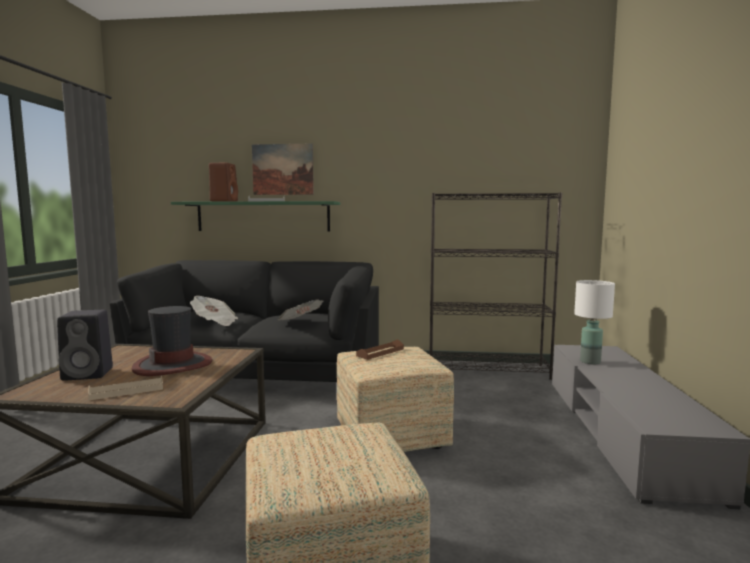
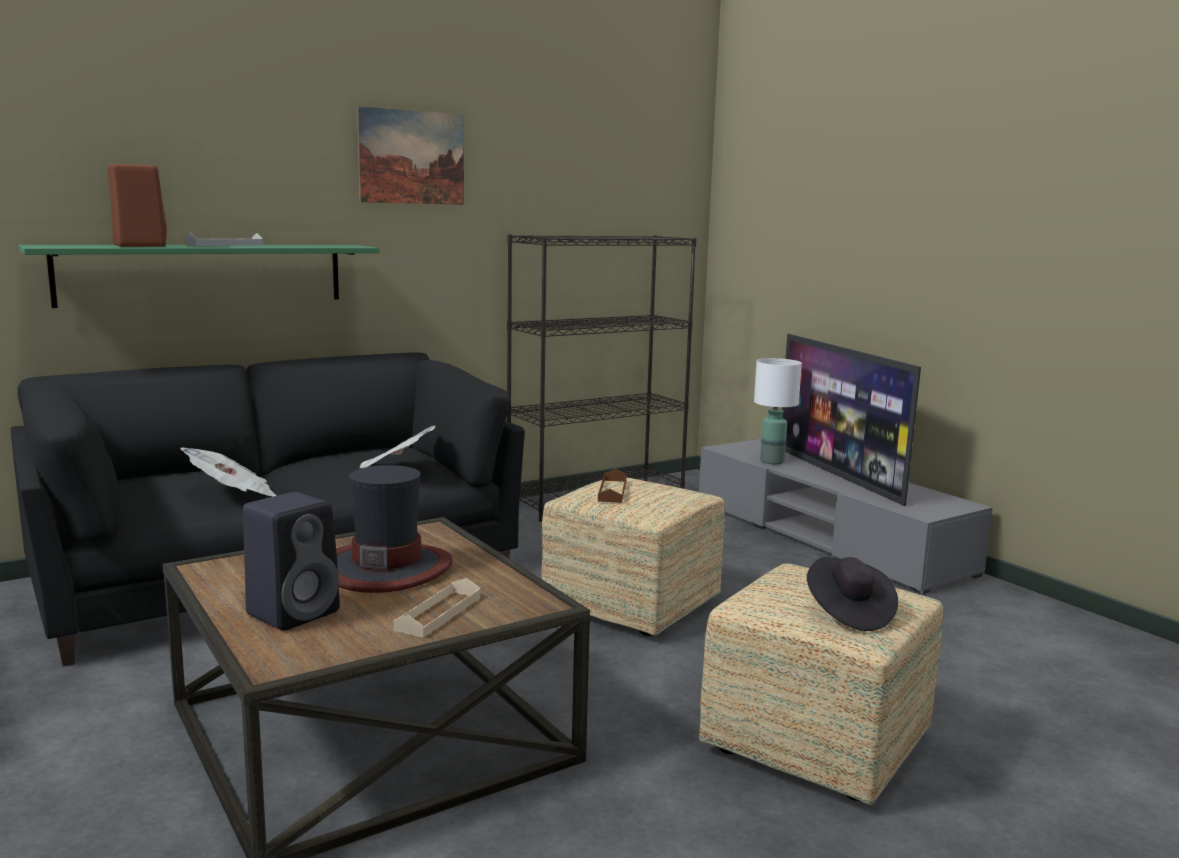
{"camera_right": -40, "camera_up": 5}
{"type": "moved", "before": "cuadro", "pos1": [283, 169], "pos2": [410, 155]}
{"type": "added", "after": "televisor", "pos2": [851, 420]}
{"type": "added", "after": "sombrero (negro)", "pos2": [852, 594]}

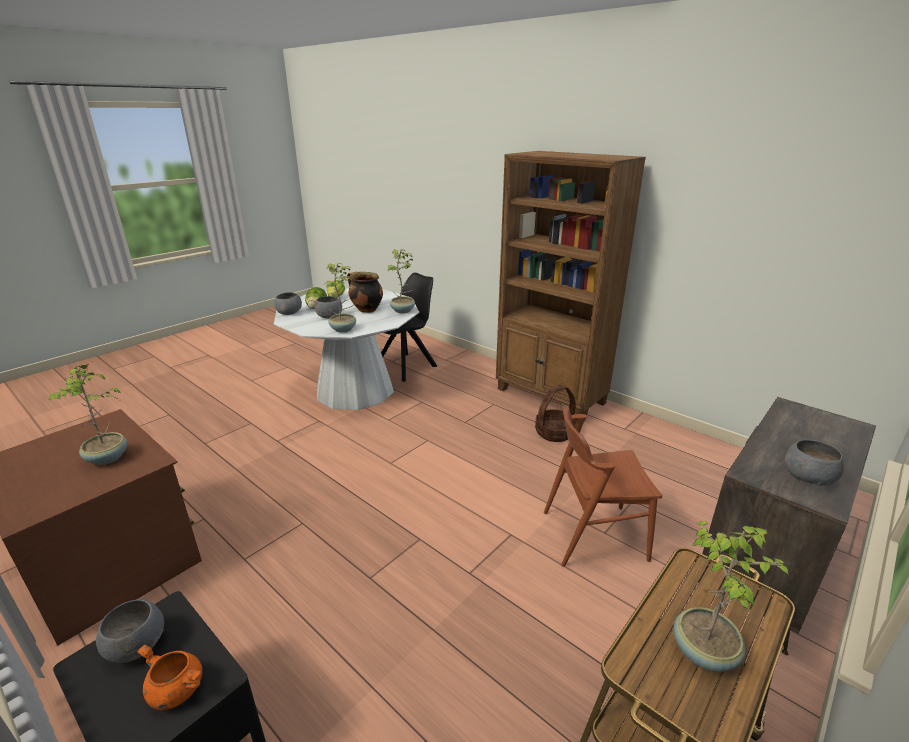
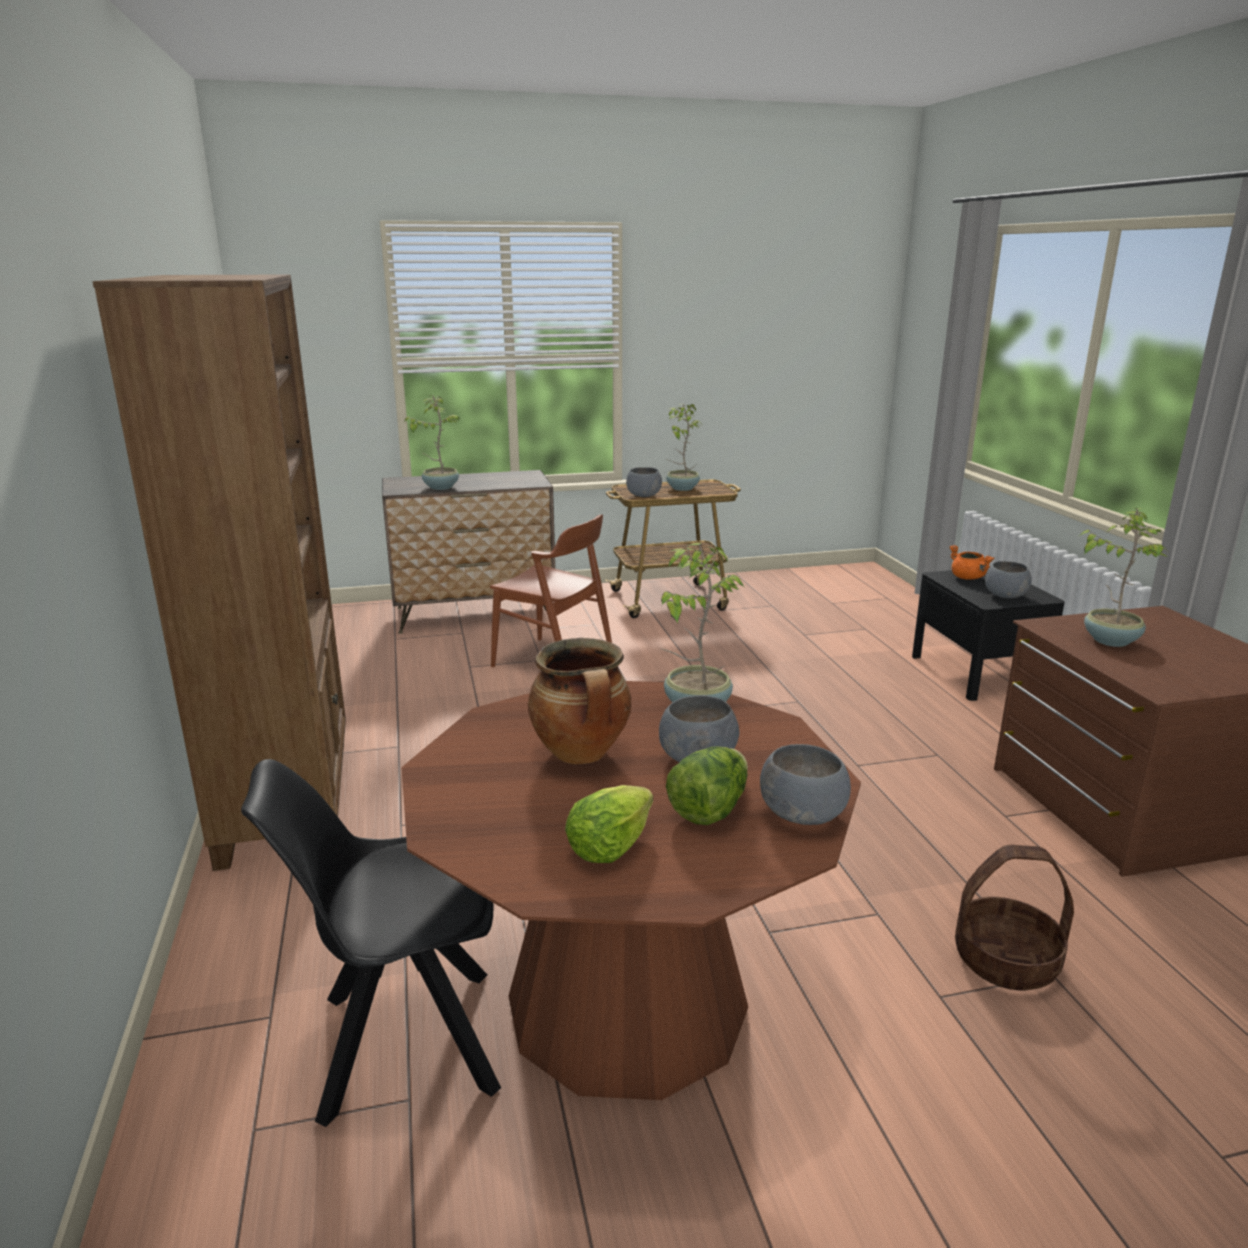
{"camera_right": -145, "camera_up": -5}
{"type": "recoloured", "before": "mesa de comedor (blanco)", "after": "mesa de comedor (marrón)", "pos1": [346, 349], "pos2": [631, 890]}
{"type": "moved", "before": "planta en maceta", "pos1": [401, 281], "pos2": [432, 442]}
{"type": "moved", "before": "cesta", "pos1": [556, 413], "pos2": [1014, 917]}
{"type": "moved", "before": "cuenco (gris)", "pos1": [814, 463], "pos2": [644, 482]}

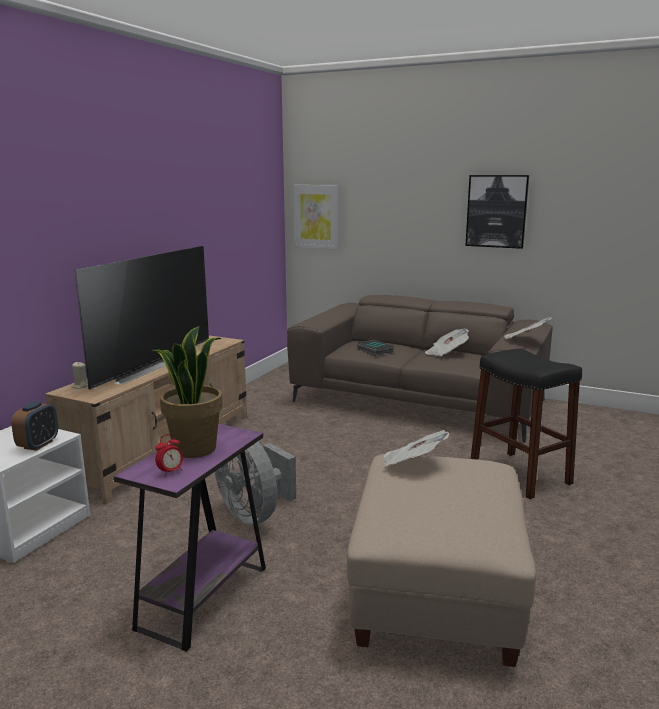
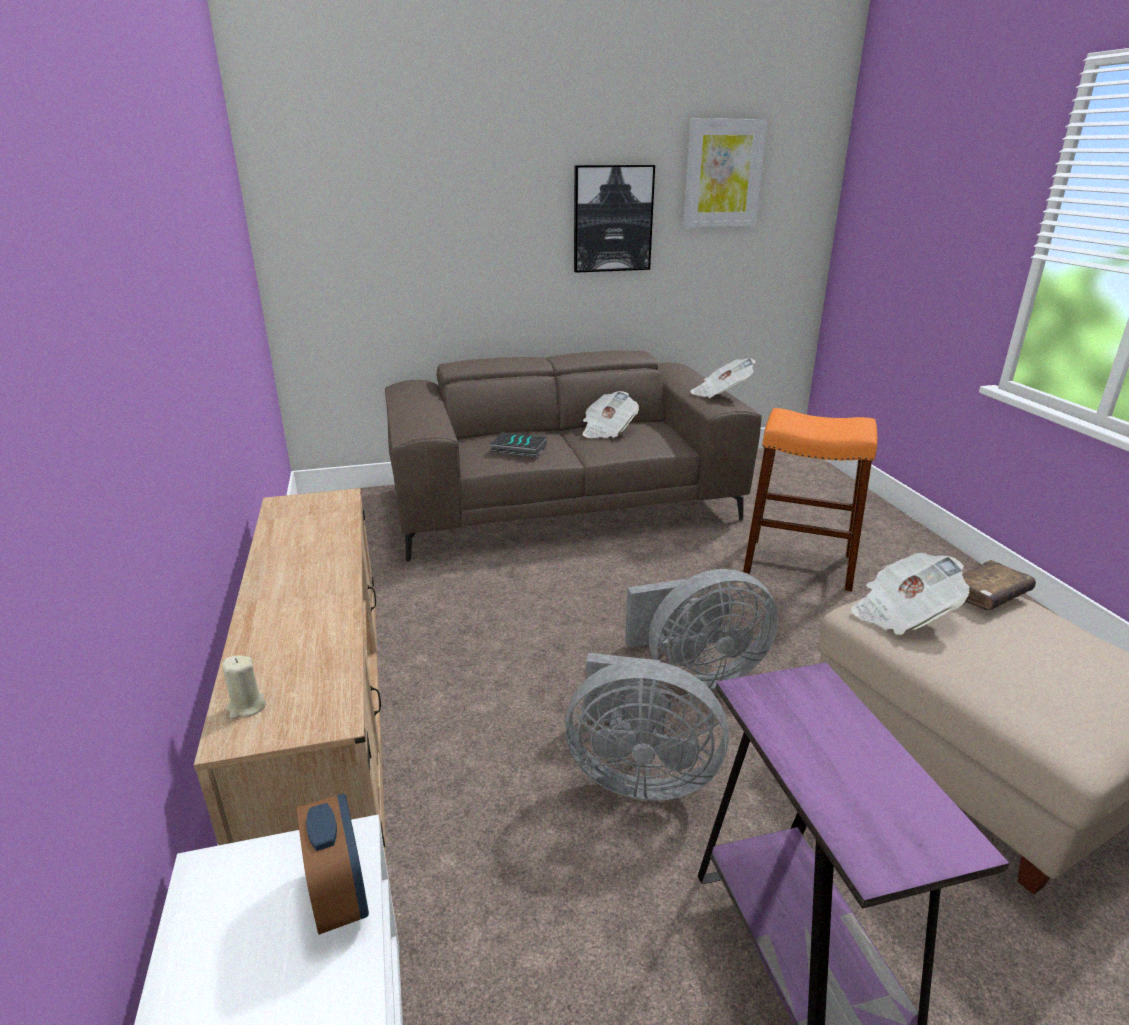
{"camera_right": -40, "camera_up": 10}
{"type": "removed", "before": "televisor", "pos1": [142, 318]}
{"type": "removed", "before": "planta en maceta", "pos1": [188, 392]}
{"type": "removed", "before": "despertador", "pos1": [169, 455]}
{"type": "moved", "before": "cuadro", "pos1": [316, 217], "pos2": [725, 173]}
{"type": "recoloured", "before": "taburete (negro)", "after": "taburete (naranja)", "pos1": [526, 423], "pos2": [810, 500]}
{"type": "added", "after": "ventilador (gris)", "pos2": [701, 629]}
{"type": "added", "after": "libro (marrón)", "pos2": [999, 585]}

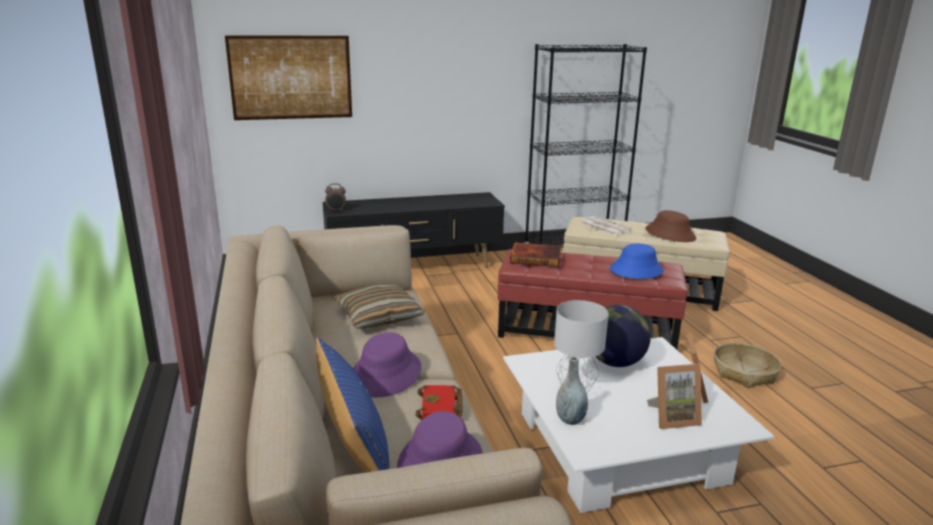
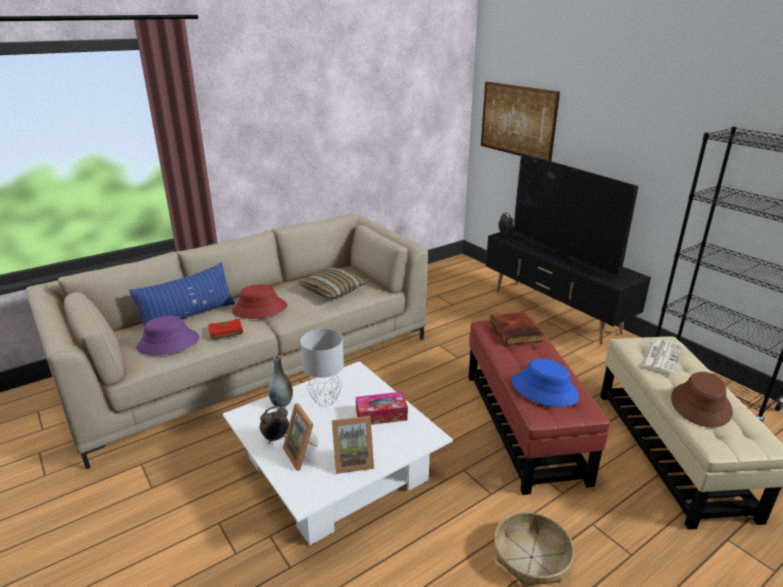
{"camera_right": 70, "camera_up": 5}
{"type": "recoloured", "before": "sombrero (morado)", "after": "sombrero (rojo)", "pos1": [387, 364], "pos2": [259, 301]}
{"type": "replaced", "before": "globo terráqueo", "after": "caja de pañuelos", "pos1": [623, 336], "pos2": [382, 408]}
{"type": "added", "after": "despertador", "pos2": [274, 424]}
{"type": "added", "after": "televisor", "pos2": [575, 215]}

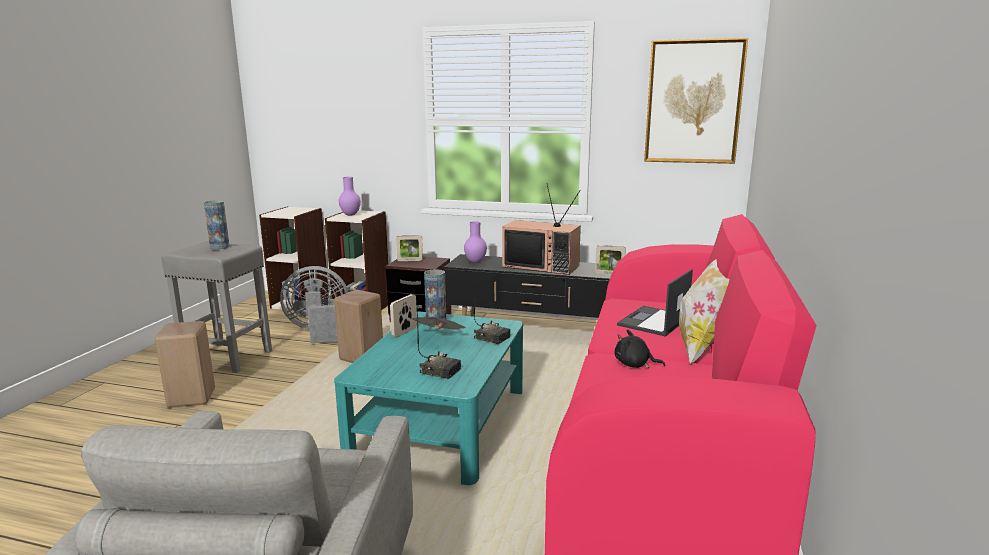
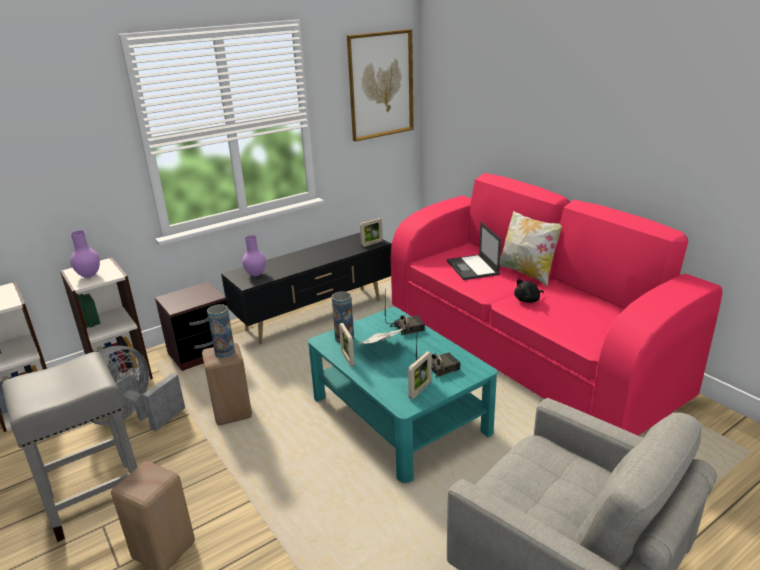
{"camera_right": -50, "camera_up": 10}
{"type": "moved", "before": "florero", "pos1": [217, 224], "pos2": [221, 331]}
{"type": "moved", "before": "portarretratos", "pos1": [409, 248], "pos2": [420, 375]}
{"type": "removed", "before": "televisor", "pos1": [541, 229]}

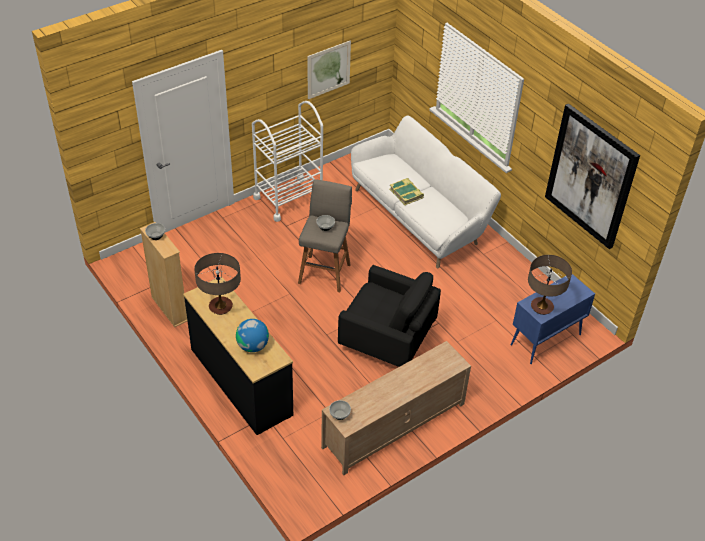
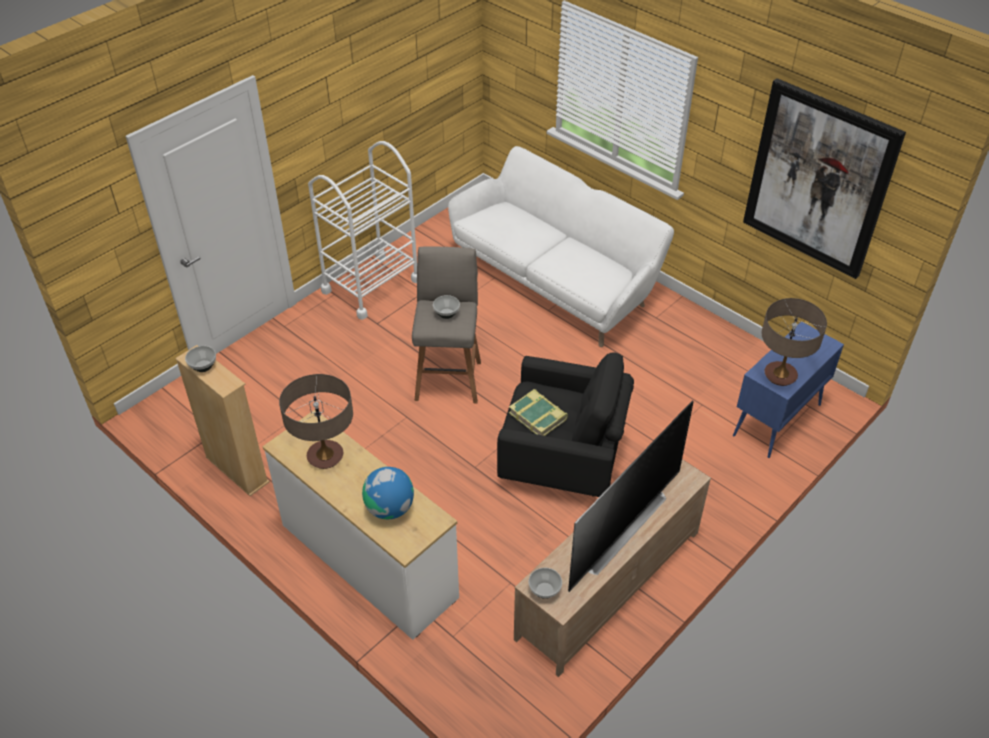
{"camera_right": -10, "camera_up": 0}
{"type": "recoloured", "before": "cómoda (negro)", "after": "cómoda (blanco)", "pos1": [238, 356], "pos2": [360, 525]}
{"type": "removed", "before": "cuadro", "pos1": [329, 70]}
{"type": "moved", "before": "libro", "pos1": [407, 191], "pos2": [538, 412]}
{"type": "added", "after": "televisor", "pos2": [631, 496]}

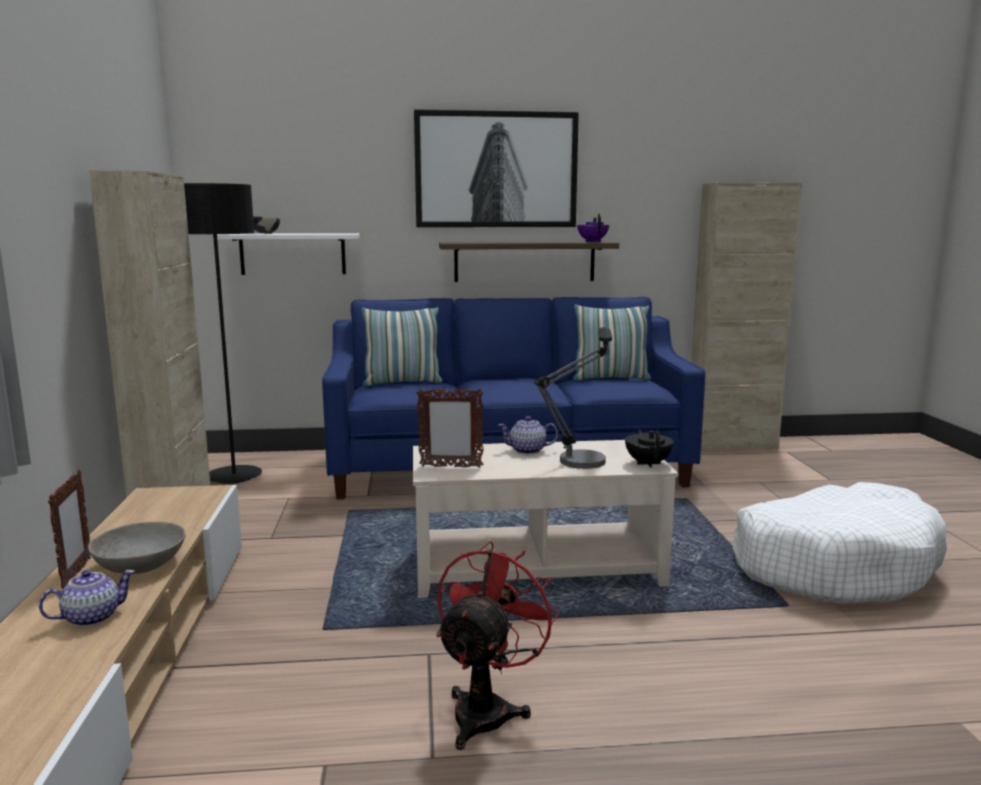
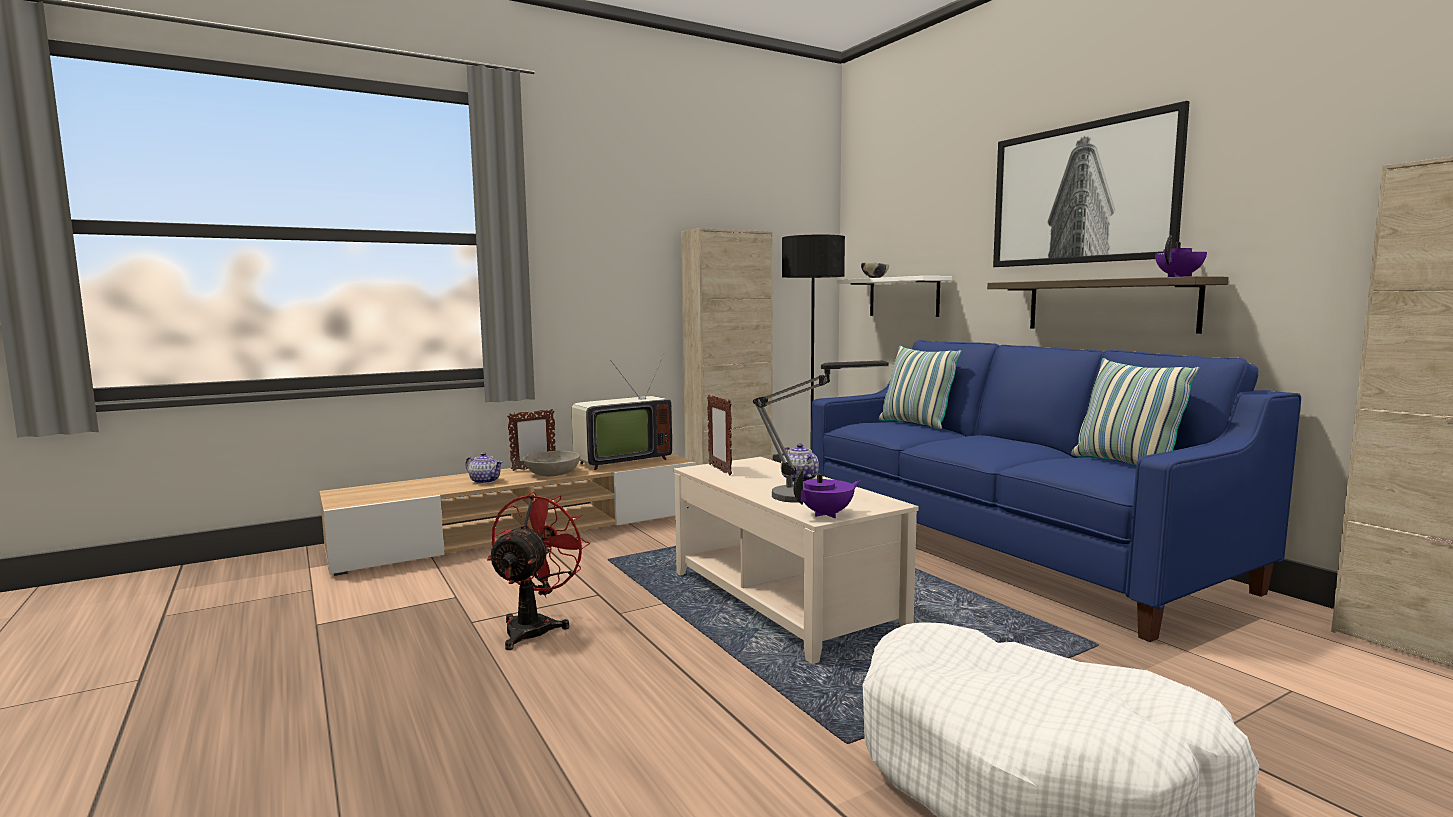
{"camera_right": 65, "camera_up": -5}
{"type": "turned", "before": "ventilador (rojo)", "pos1": [498, 645], "pos2": [538, 571], "turn": -75}
{"type": "recoloured", "before": "tetera (negro)", "after": "tetera (morado)", "pos1": [649, 449], "pos2": [827, 494]}
{"type": "added", "after": "televisor", "pos2": [622, 411]}

